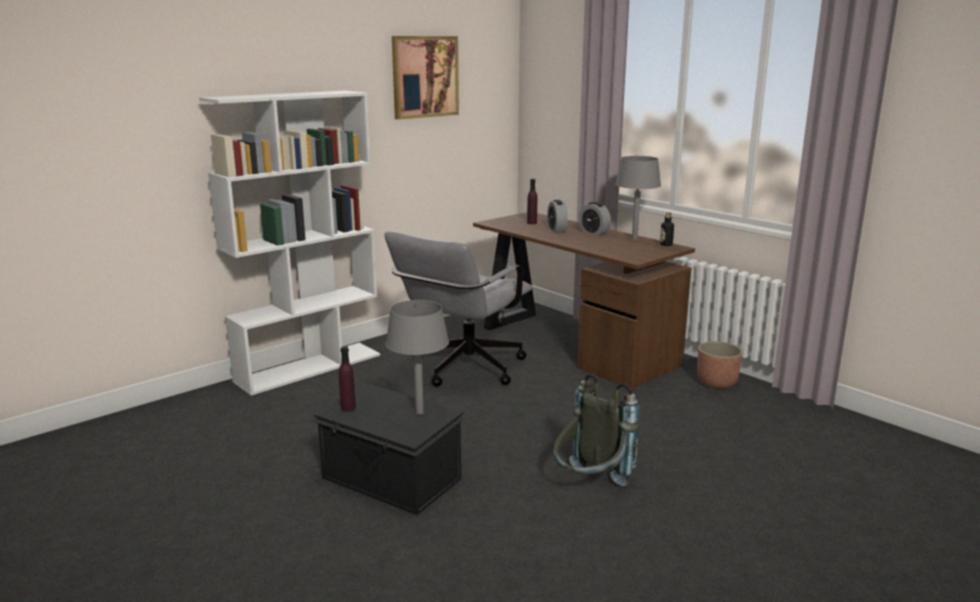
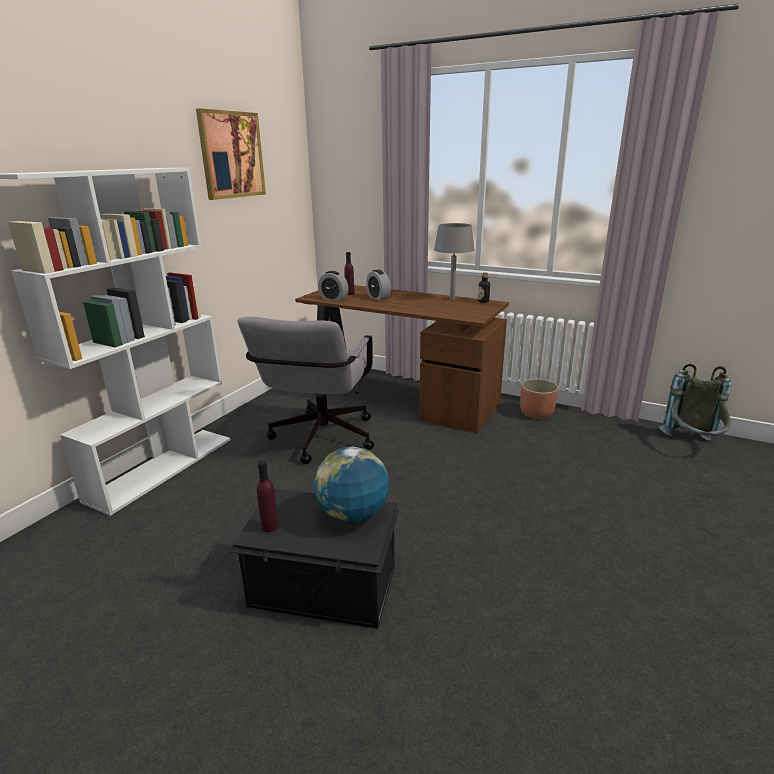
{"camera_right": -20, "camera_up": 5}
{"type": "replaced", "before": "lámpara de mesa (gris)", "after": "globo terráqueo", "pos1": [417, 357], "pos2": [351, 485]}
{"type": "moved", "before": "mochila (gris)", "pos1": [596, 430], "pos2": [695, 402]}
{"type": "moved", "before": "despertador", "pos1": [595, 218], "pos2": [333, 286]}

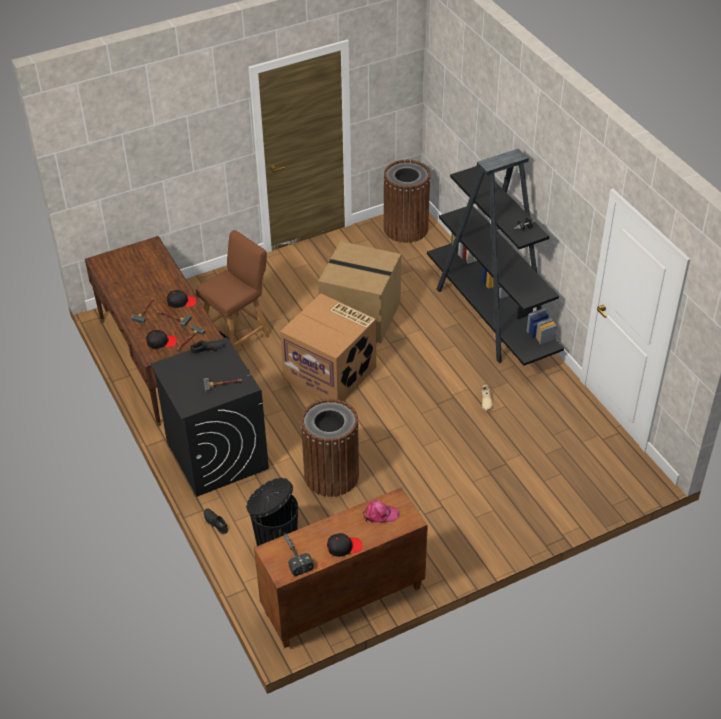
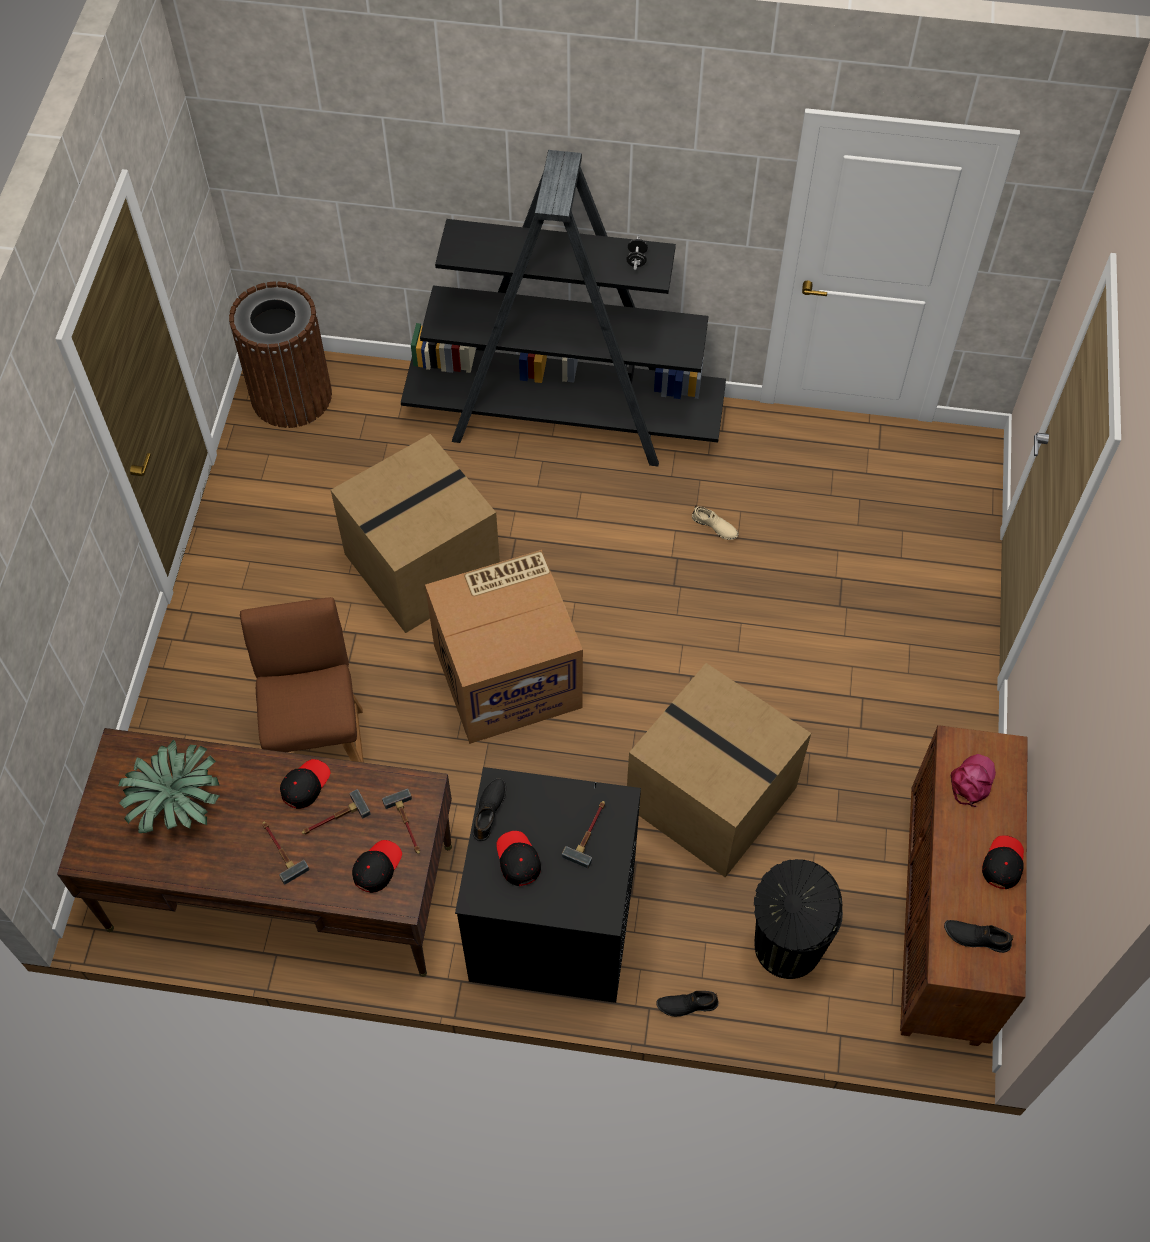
{"camera_right": -55, "camera_up": 15}
{"type": "replaced", "before": "martillo", "after": "zapato (negro)", "pos1": [299, 554], "pos2": [978, 936]}
{"type": "replaced", "before": "papelera (marrón)", "after": "caja de cartón", "pos1": [330, 448], "pos2": [719, 770]}
{"type": "added", "after": "planta en maceta", "pos2": [169, 786]}
{"type": "added", "after": "gorra (negro)", "pos2": [518, 858]}

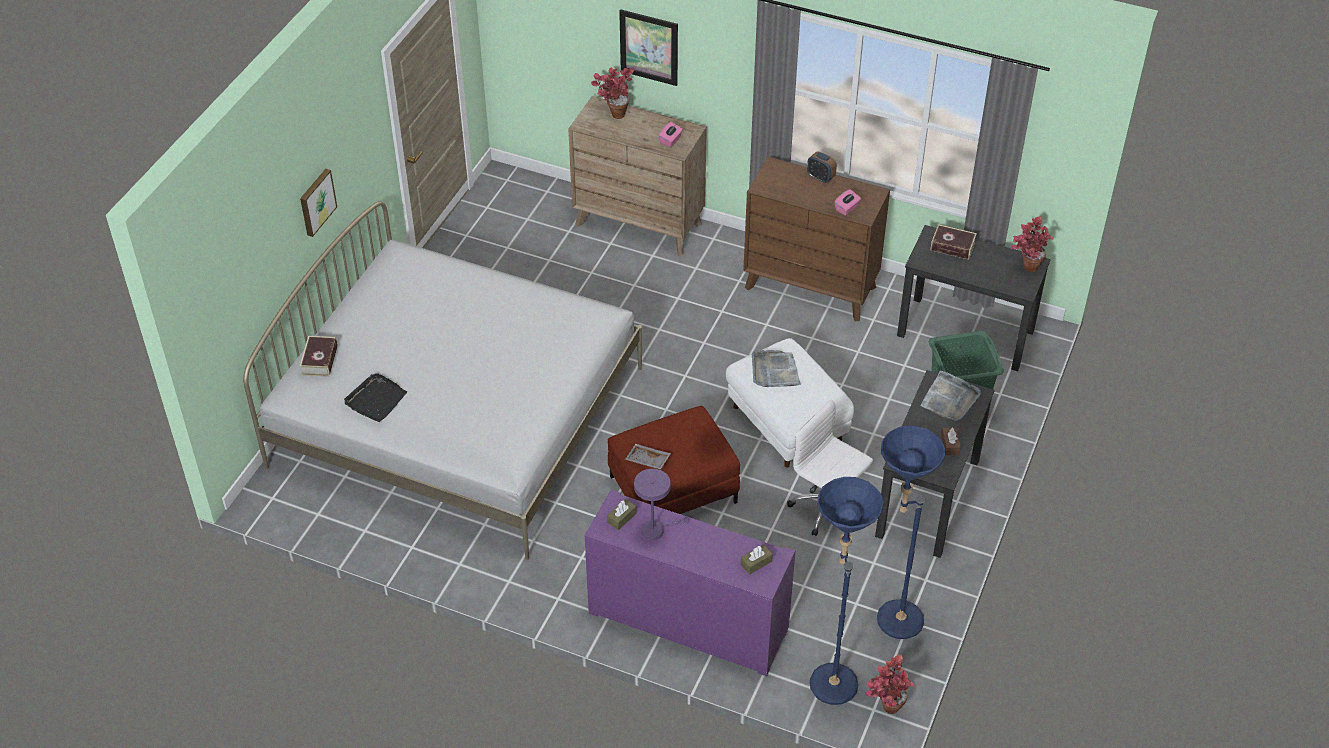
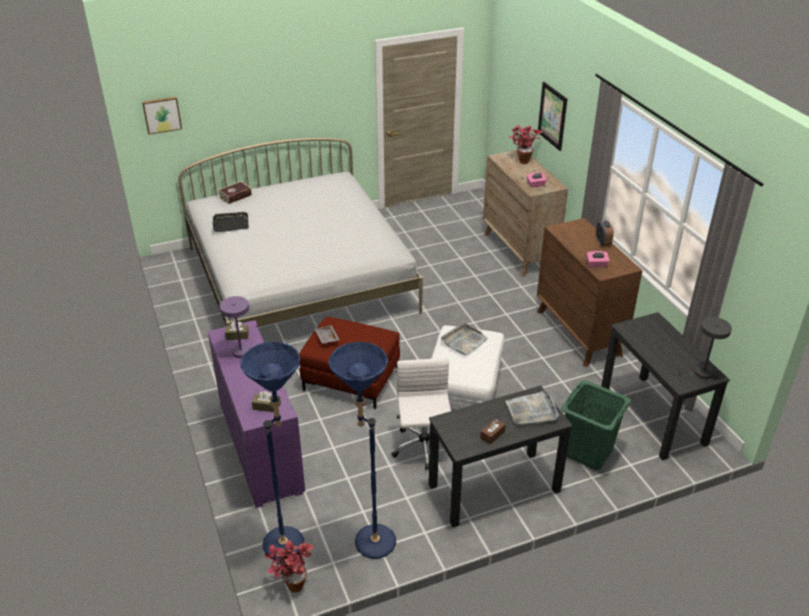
{"camera_right": 45, "camera_up": -10}
{"type": "moved", "before": "cuadro", "pos1": [318, 203], "pos2": [162, 116]}
{"type": "removed", "before": "libro", "pos1": [953, 241]}
{"type": "replaced", "before": "planta en maceta", "after": "lámpara de mesa (gris)", "pos1": [1032, 244], "pos2": [702, 348]}

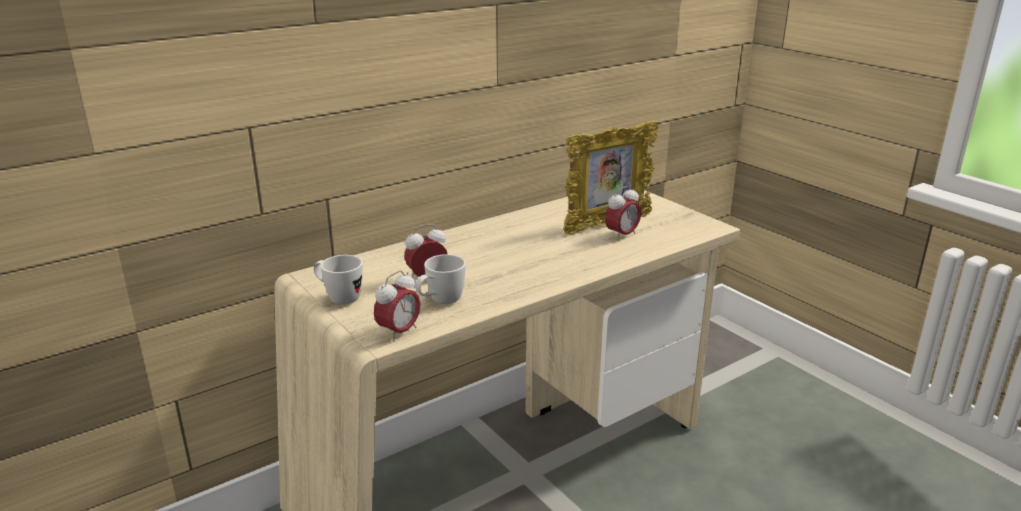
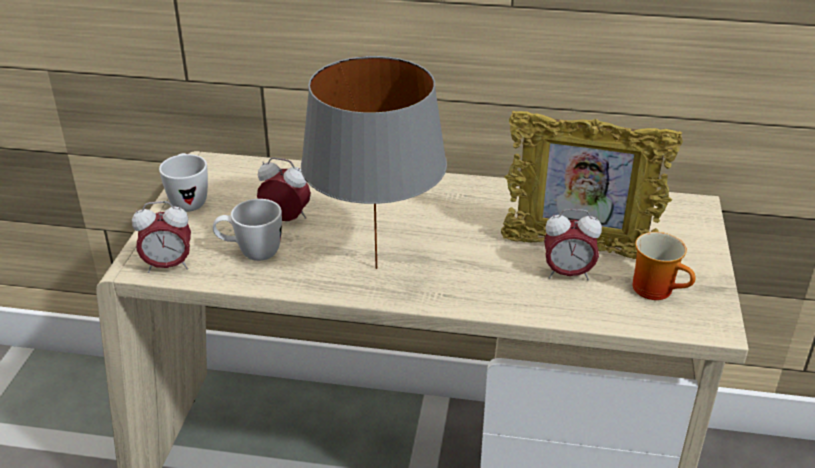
{"camera_right": 45, "camera_up": 10}
{"type": "added", "after": "lámpara de mesa (gris)", "pos2": [374, 162]}
{"type": "added", "after": "taza grande", "pos2": [664, 266]}

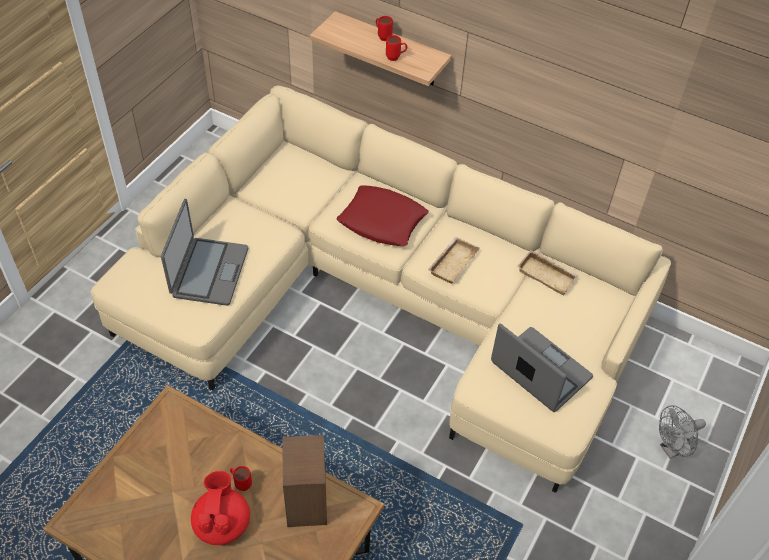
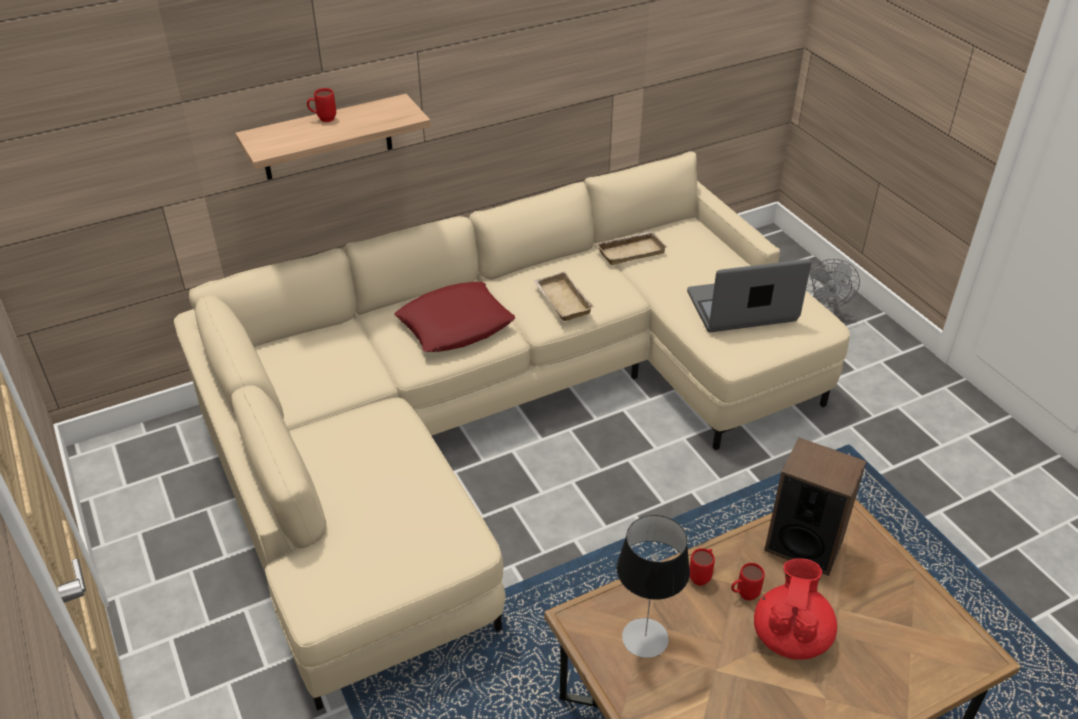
{"camera_right": -55, "camera_up": -10}
{"type": "removed", "before": "portátil", "pos1": [204, 252]}
{"type": "turned", "before": "tetera (rojo)", "pos1": [220, 508], "pos2": [795, 609], "turn": 75}
{"type": "moved", "before": "taza grande (rojo)", "pos1": [396, 48], "pos2": [702, 567]}
{"type": "added", "after": "lámpara de mesa", "pos2": [653, 586]}

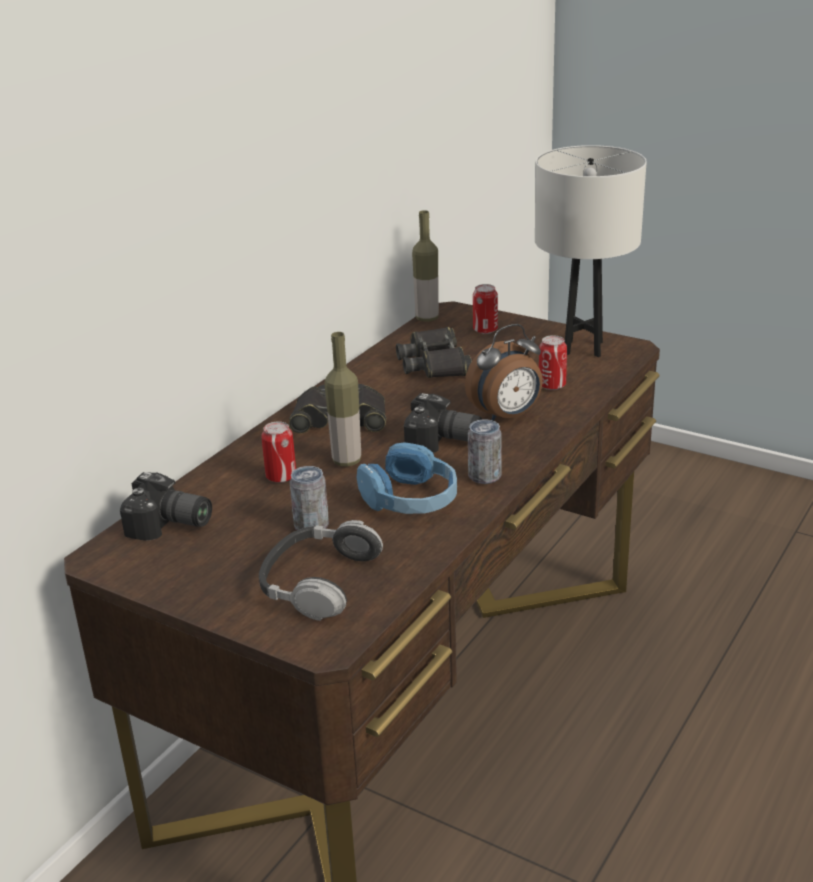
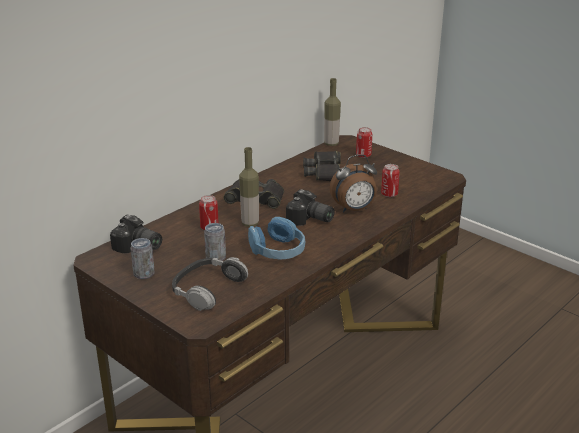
{"camera_right": 10, "camera_up": 0}
{"type": "moved", "before": "lata", "pos1": [485, 451], "pos2": [142, 258]}
{"type": "removed", "before": "lámpara de mesa (blanco)", "pos1": [591, 251]}

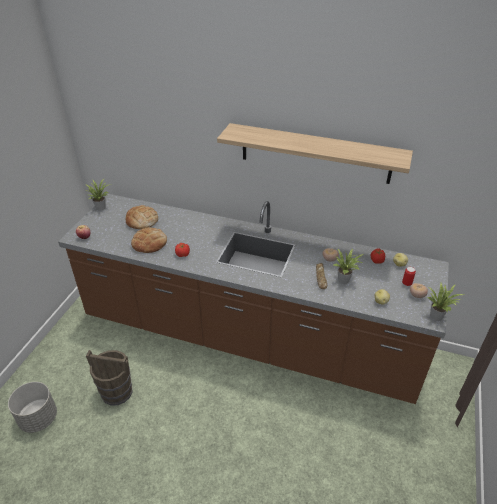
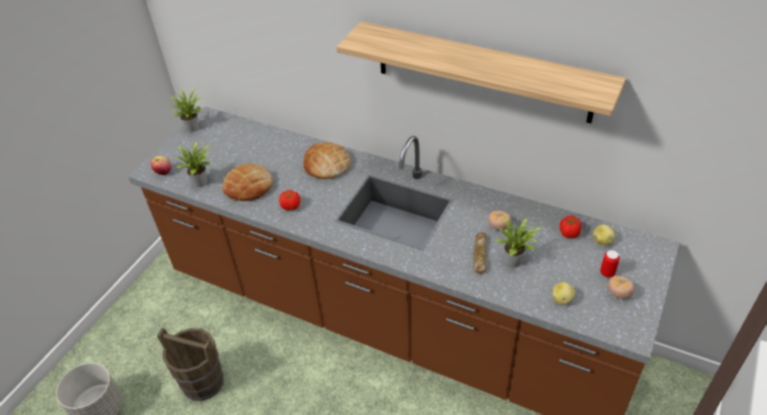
{"camera_right": 10, "camera_up": 5}
{"type": "moved", "before": "pan", "pos1": [142, 217], "pos2": [327, 160]}
{"type": "moved", "before": "planta en maceta", "pos1": [446, 302], "pos2": [193, 164]}

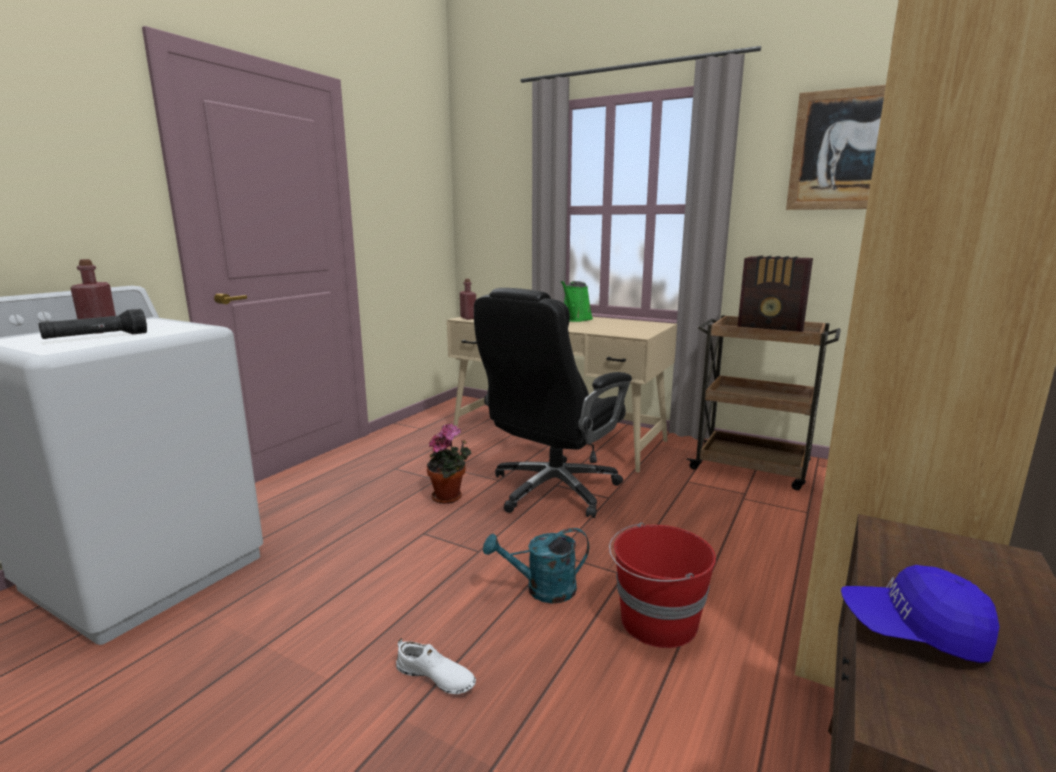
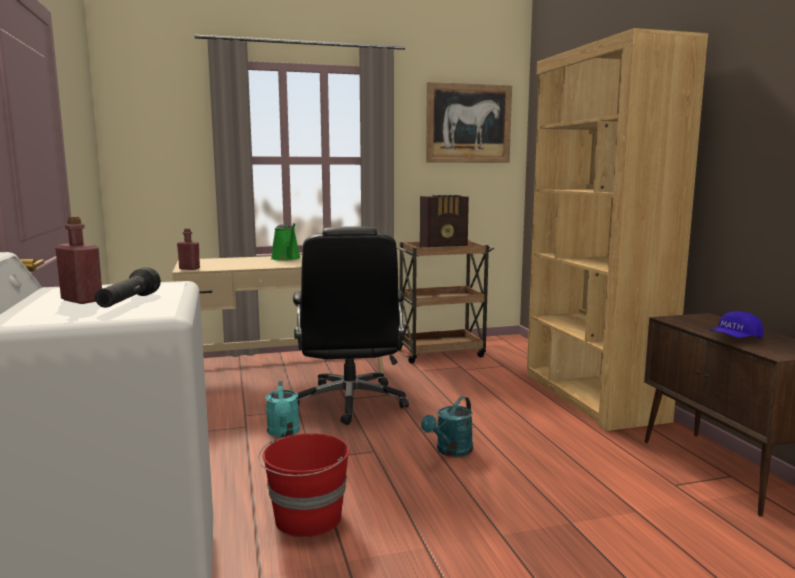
{"camera_right": -45, "camera_up": -5}
{"type": "removed", "before": "zapato (blanco)", "pos1": [436, 666]}
{"type": "replaced", "before": "planta en maceta", "after": "regadera (turquesa)", "pos1": [449, 464], "pos2": [283, 409]}
{"type": "moved", "before": "cubo (rojo)", "pos1": [662, 585], "pos2": [304, 485]}

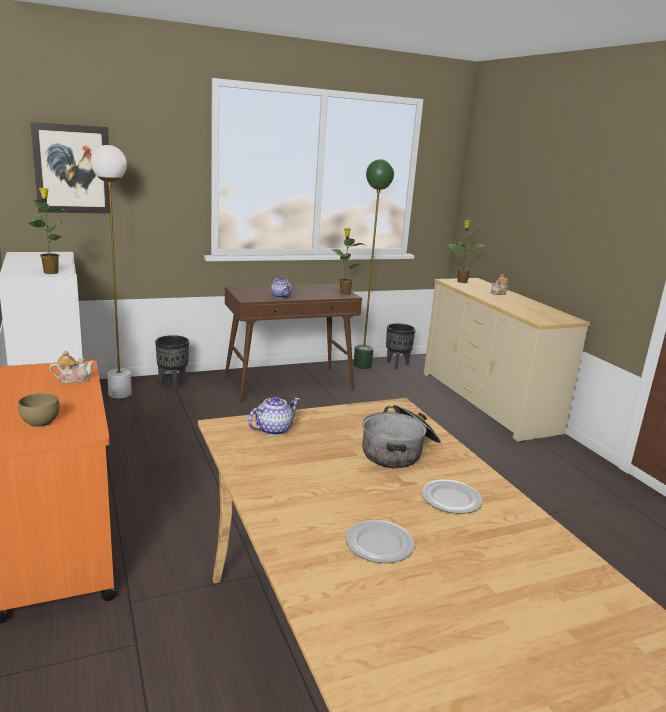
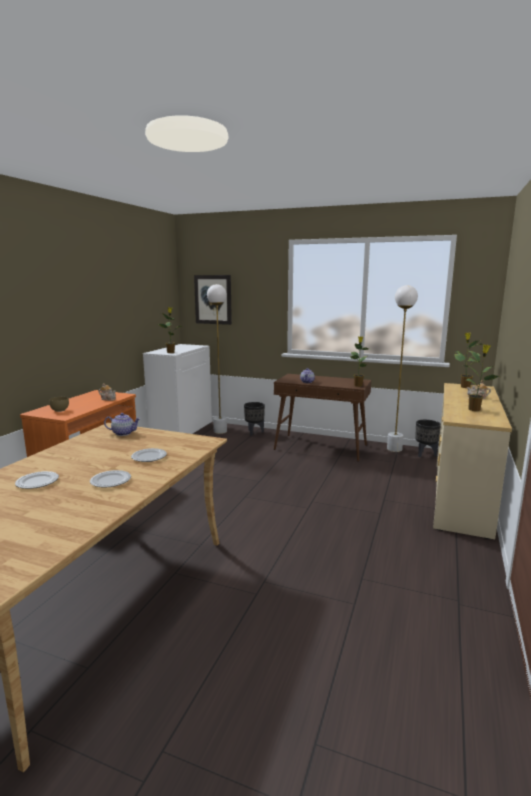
{"camera_right": 45, "camera_up": -5}
{"type": "recoloured", "before": "lámpara de pie (verde)", "after": "lámpara de pie (blanco)", "pos1": [373, 264], "pos2": [402, 368]}
{"type": "replaced", "before": "olla", "after": "plato", "pos1": [401, 436], "pos2": [149, 455]}
{"type": "added", "after": "planta en maceta", "pos2": [482, 377]}

